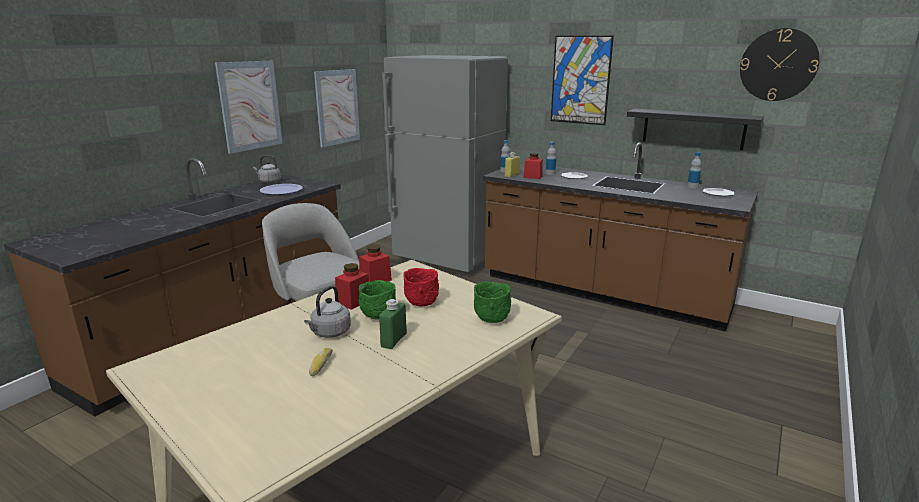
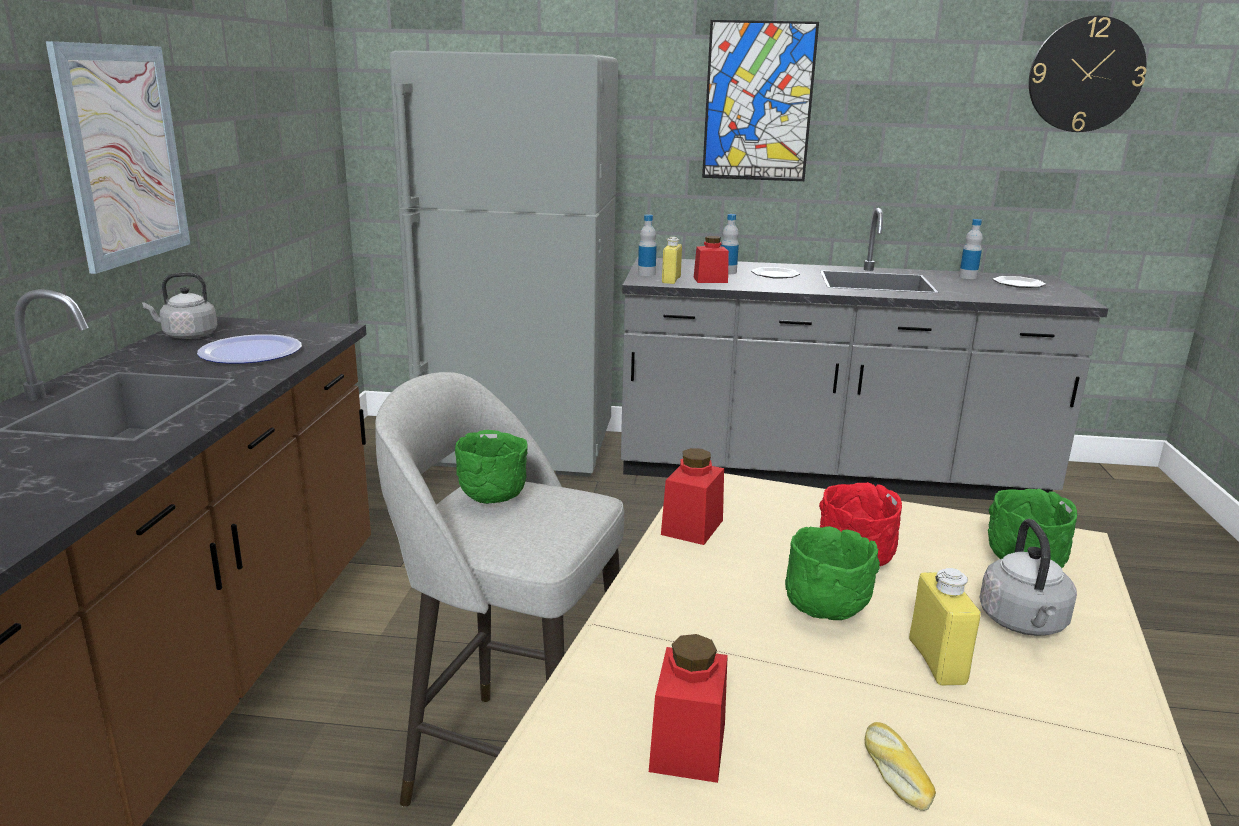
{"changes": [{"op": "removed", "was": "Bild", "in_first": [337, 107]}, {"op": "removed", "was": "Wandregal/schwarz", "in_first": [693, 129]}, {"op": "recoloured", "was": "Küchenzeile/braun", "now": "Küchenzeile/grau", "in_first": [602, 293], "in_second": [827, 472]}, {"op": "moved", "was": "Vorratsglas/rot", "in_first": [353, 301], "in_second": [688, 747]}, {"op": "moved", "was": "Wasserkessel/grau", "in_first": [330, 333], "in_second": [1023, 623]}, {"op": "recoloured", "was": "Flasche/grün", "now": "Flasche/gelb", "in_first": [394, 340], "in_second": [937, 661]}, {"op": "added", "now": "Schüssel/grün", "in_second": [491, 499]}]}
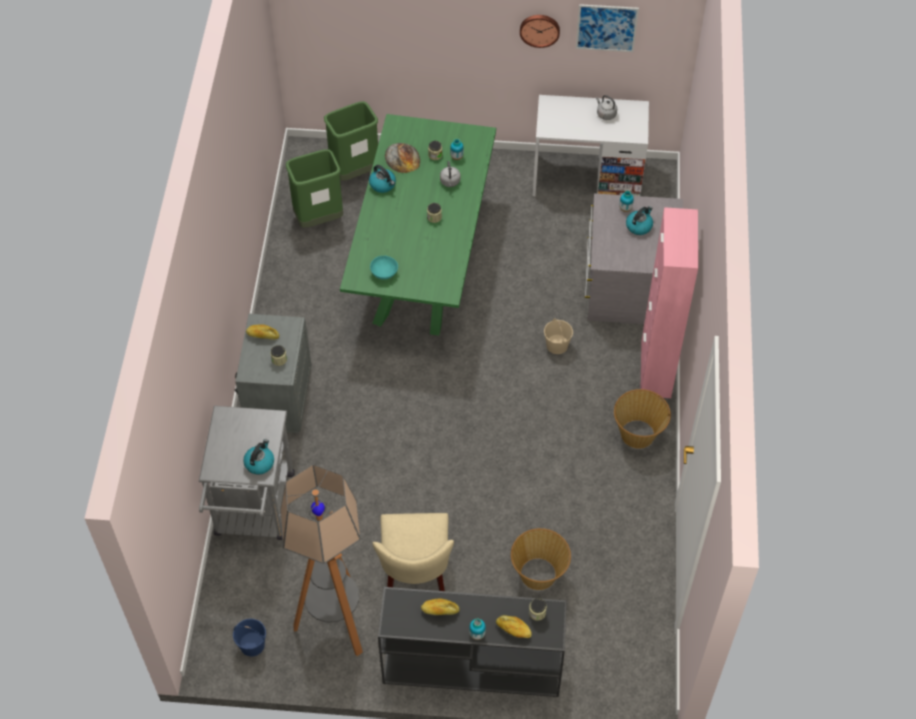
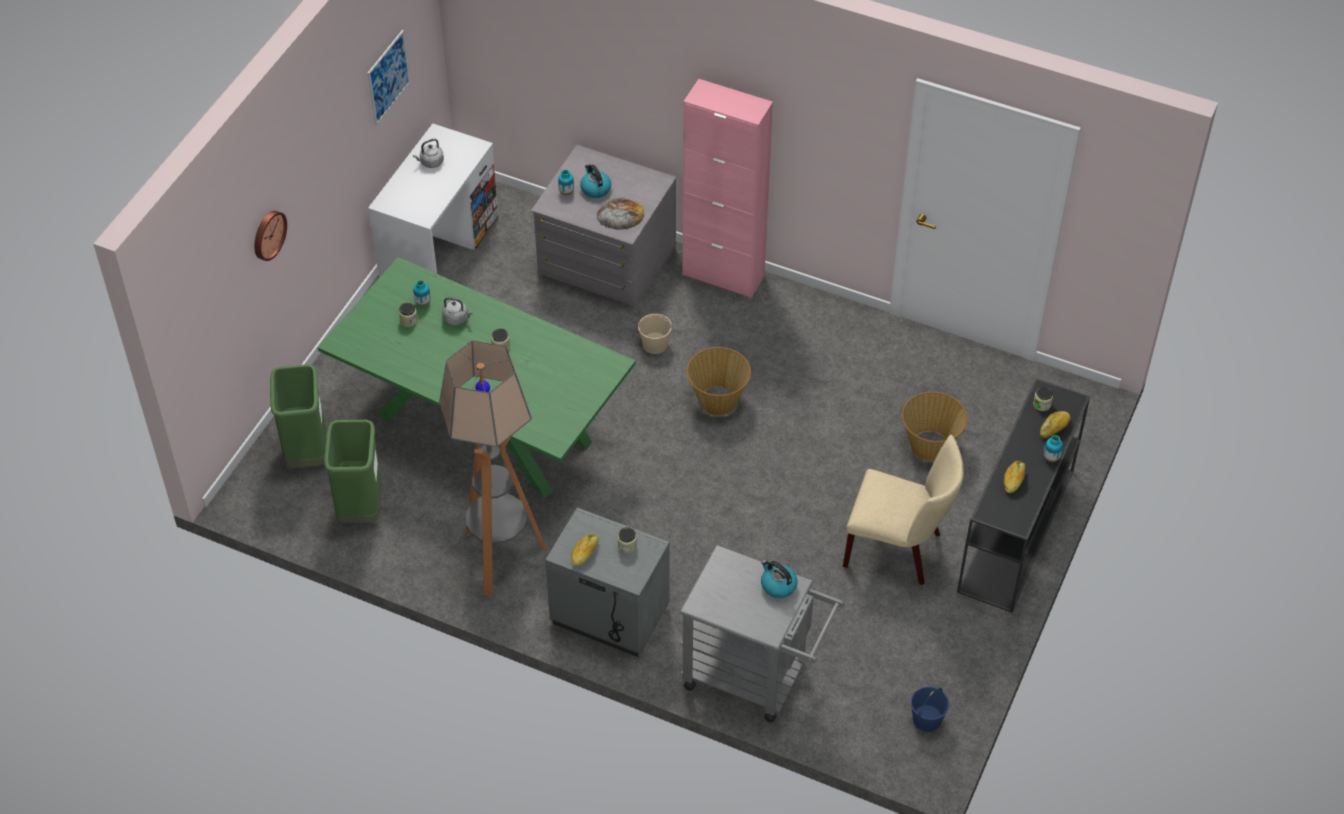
{"changes": [{"op": "moved", "was": "Wanduhr", "in_first": [539, 29], "in_second": [268, 234]}, {"op": "moved", "was": "Brot", "in_first": [402, 158], "in_second": [620, 214]}, {"op": "removed", "was": "Wasserkessel", "in_first": [383, 185]}, {"op": "removed", "was": "Schüssel/türkis", "in_first": [384, 272]}, {"op": "moved", "was": "Korb", "in_first": [638, 433], "in_second": [718, 400]}, {"op": "moved", "was": "Stehlampe", "in_first": [335, 623], "in_second": [500, 558]}]}
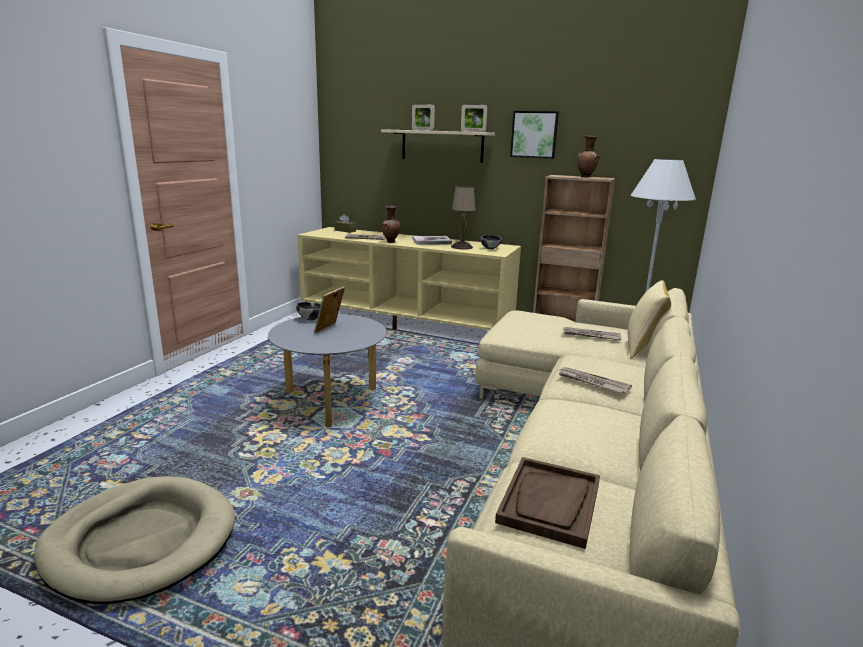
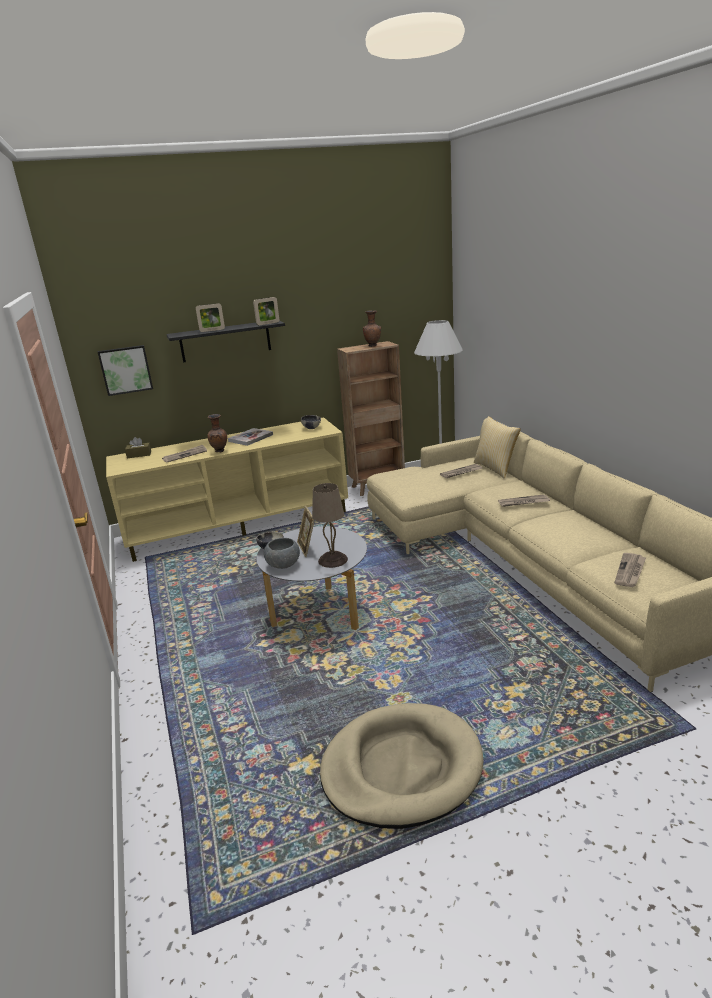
{"changes": [{"op": "moved", "was": "Bild", "in_first": [534, 134], "in_second": [125, 370]}, {"op": "recoloured", "was": "Wandregal/beige", "now": "Wandregal/schwarz", "in_first": [442, 146], "in_second": [225, 341]}, {"op": "moved", "was": "Tischlampe/beige", "in_first": [462, 247], "in_second": [333, 560]}, {"op": "replaced", "was": "Tablett/braun", "now": "Zeitung", "in_first": [550, 502], "in_second": [630, 571]}, {"op": "added", "now": "Schüssel/grau", "in_second": [283, 565]}]}
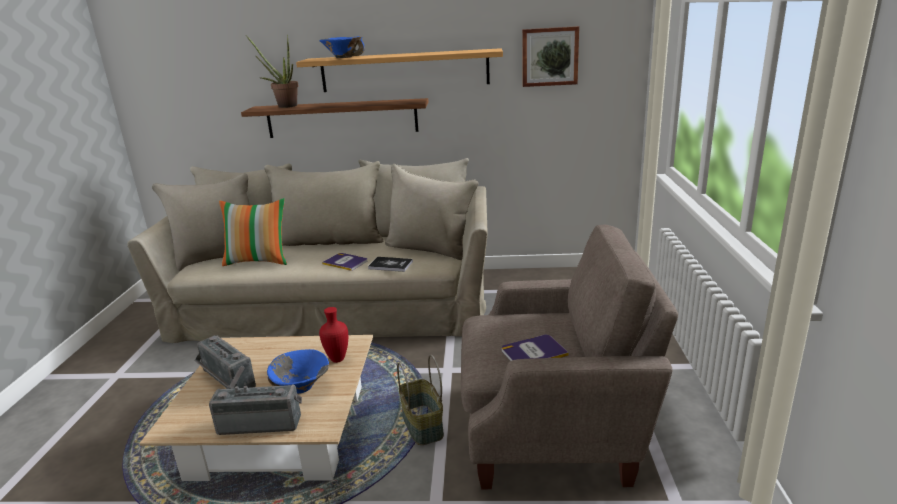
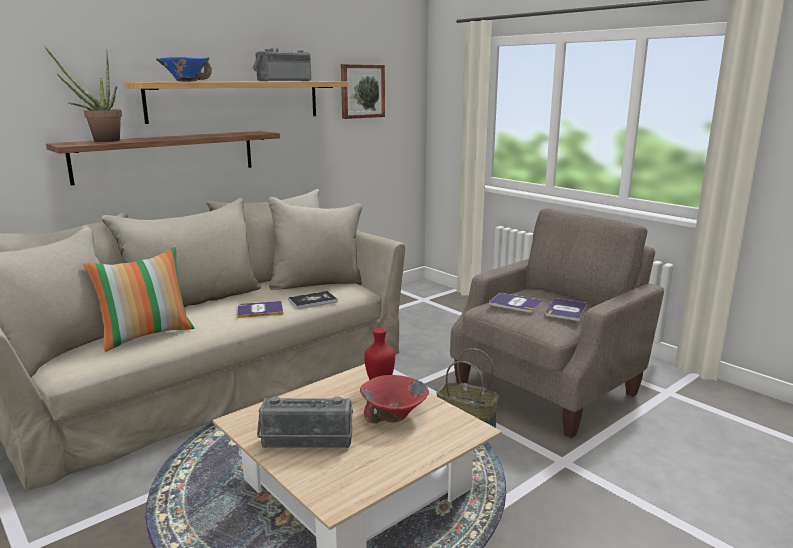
{"changes": [{"op": "recoloured", "was": "Schüssel/blau", "now": "Schüssel/rot", "in_first": [301, 388], "in_second": [394, 416]}, {"op": "moved", "was": "Radio", "in_first": [261, 422], "in_second": [283, 81]}, {"op": "added", "now": "Buch", "in_second": [515, 304]}]}
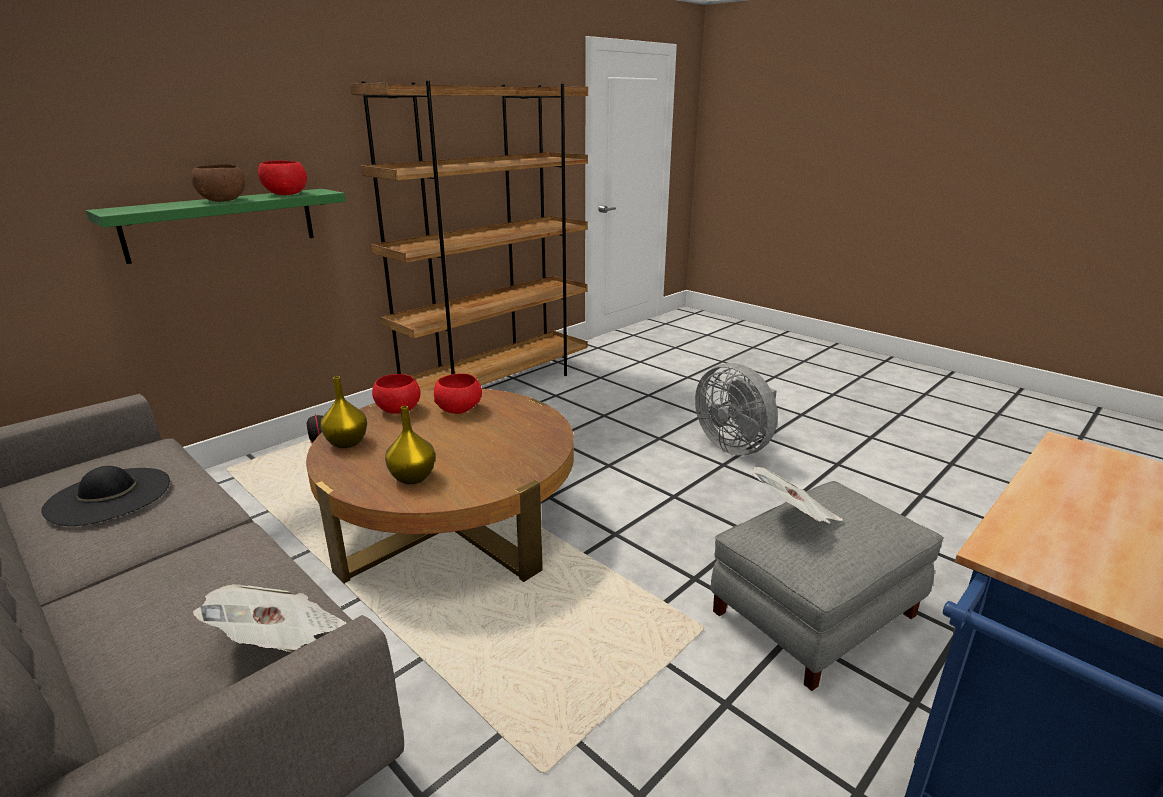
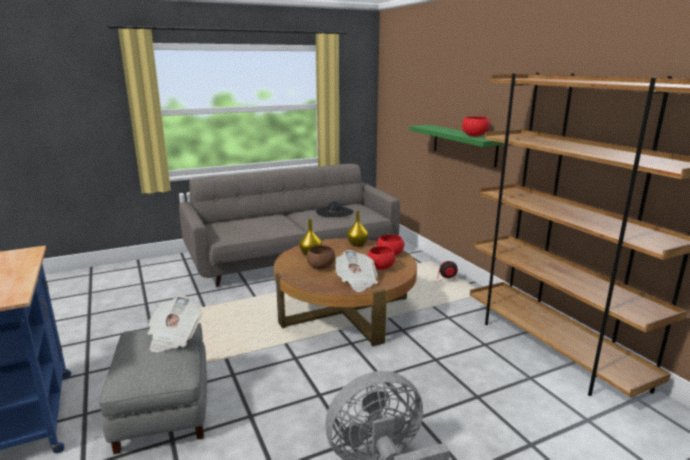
{"changes": [{"op": "moved", "was": "Schüssel/braun", "in_first": [223, 200], "in_second": [321, 267]}, {"op": "moved", "was": "Zeitung", "in_first": [281, 641], "in_second": [356, 282]}]}
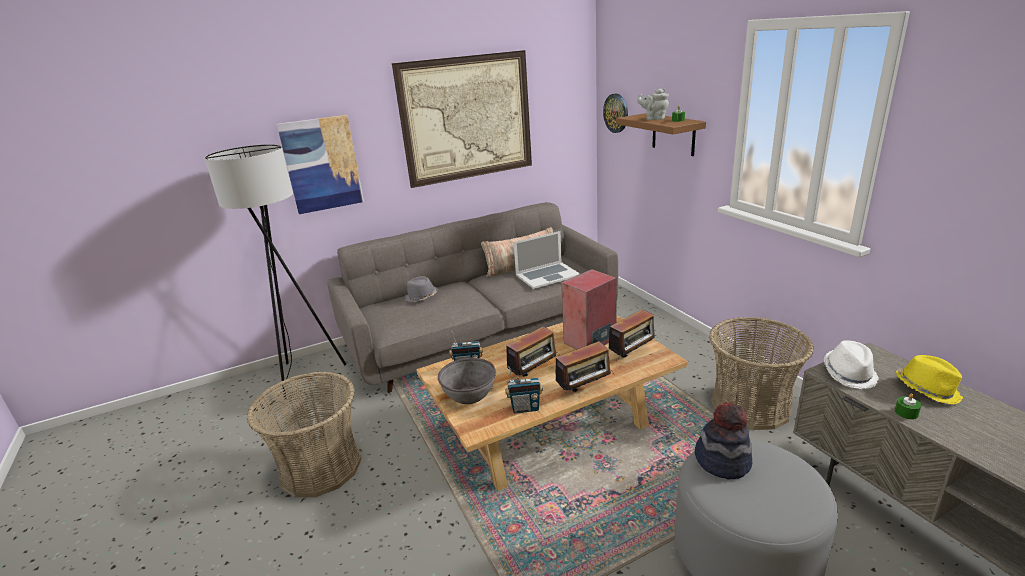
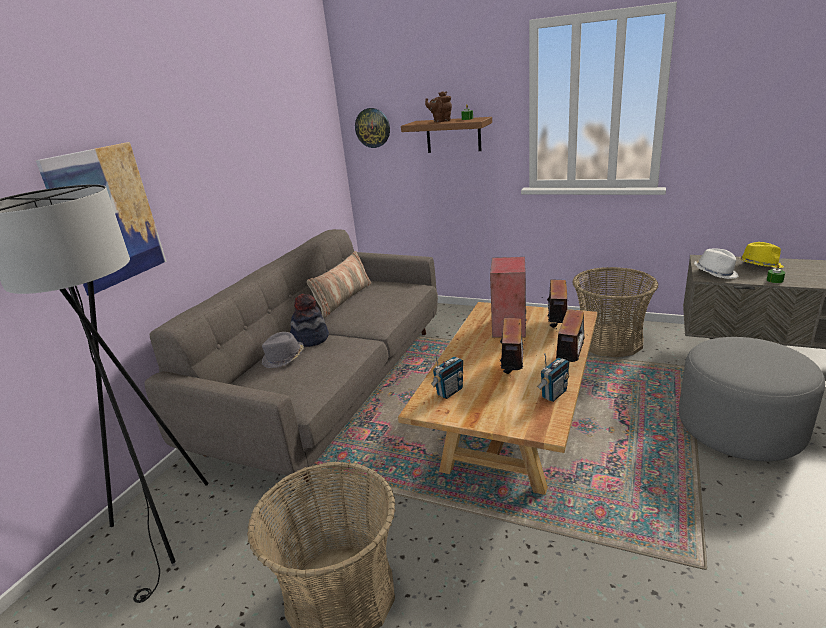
{"changes": [{"op": "removed", "was": "Bild", "in_first": [467, 118]}, {"op": "recoloured", "was": "Teekanne/grau", "now": "Teekanne/braun", "in_first": [654, 118], "in_second": [440, 121]}, {"op": "removed", "was": "Laptop", "in_first": [547, 275]}, {"op": "removed", "was": "Schüssel/grau", "in_first": [469, 395]}, {"op": "moved", "was": "Hut", "in_first": [722, 461], "in_second": [310, 339]}]}
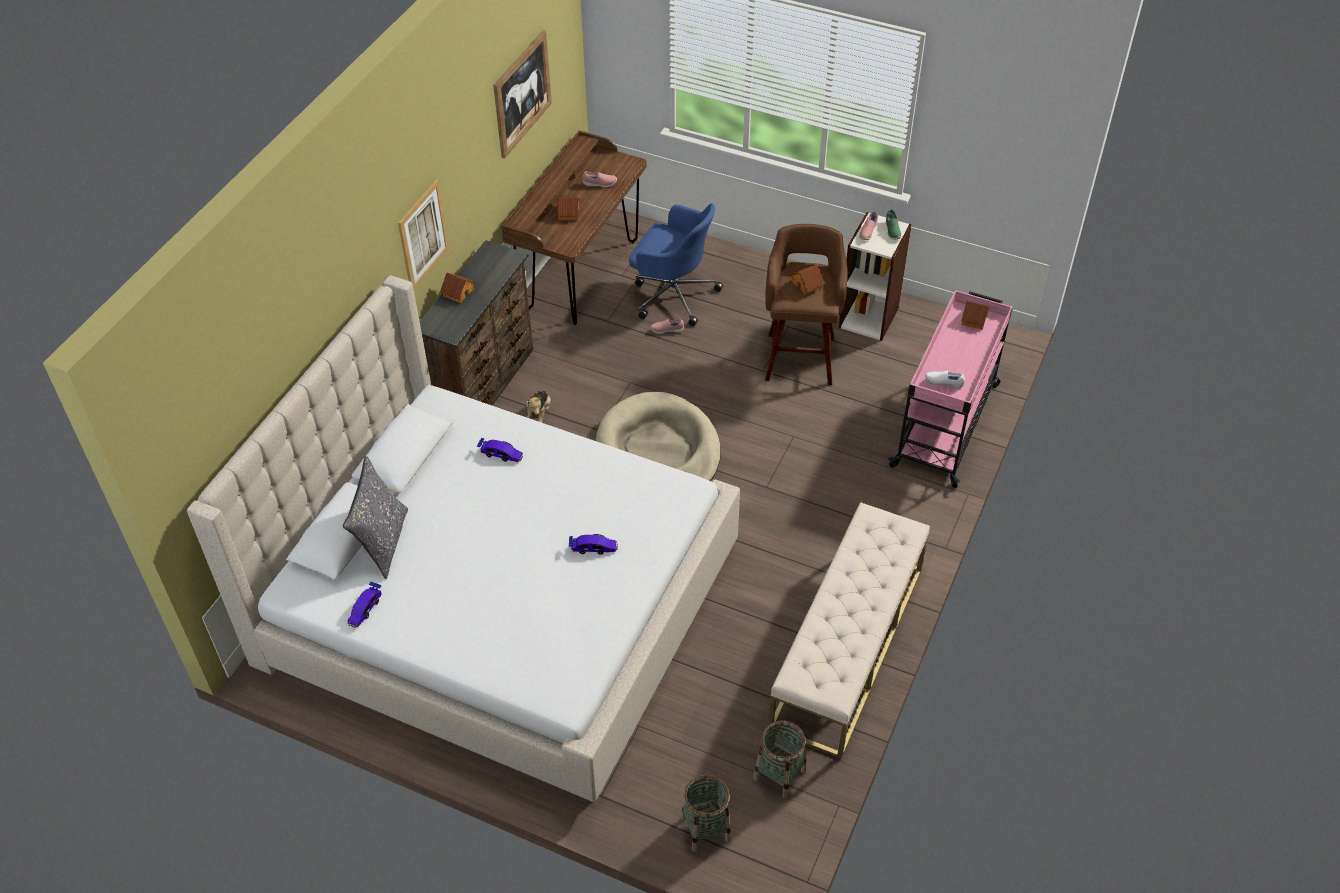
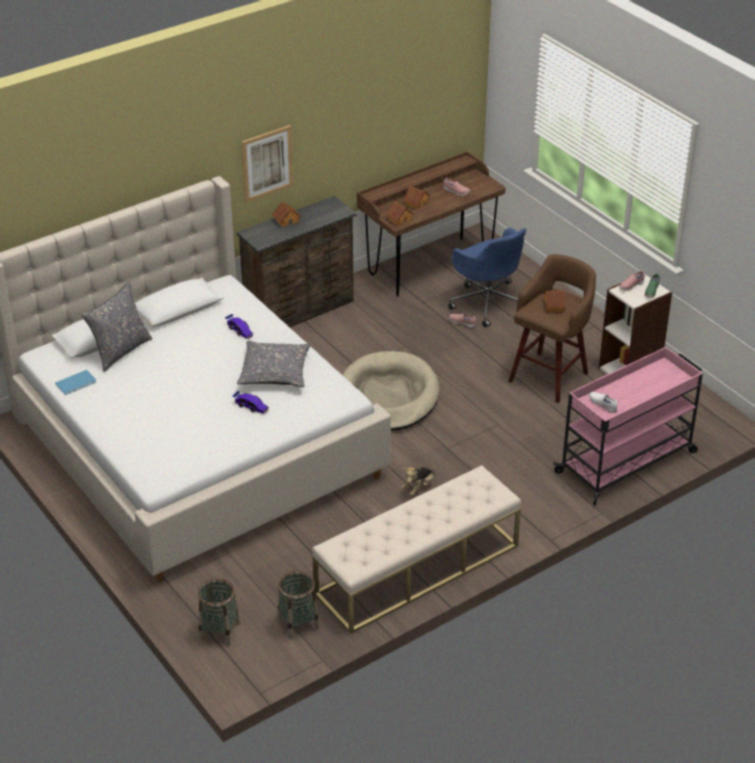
{"changes": [{"op": "removed", "was": "Bild", "in_first": [522, 94]}, {"op": "moved", "was": "Spielzeughaus", "in_first": [973, 319], "in_second": [400, 219]}, {"op": "moved", "was": "Plüschtier", "in_first": [539, 414], "in_second": [418, 487]}, {"op": "replaced", "was": "Spielzeugauto", "now": "Buch/blau", "in_first": [365, 609], "in_second": [77, 383]}, {"op": "added", "now": "Kissen/grau", "in_second": [275, 373]}]}
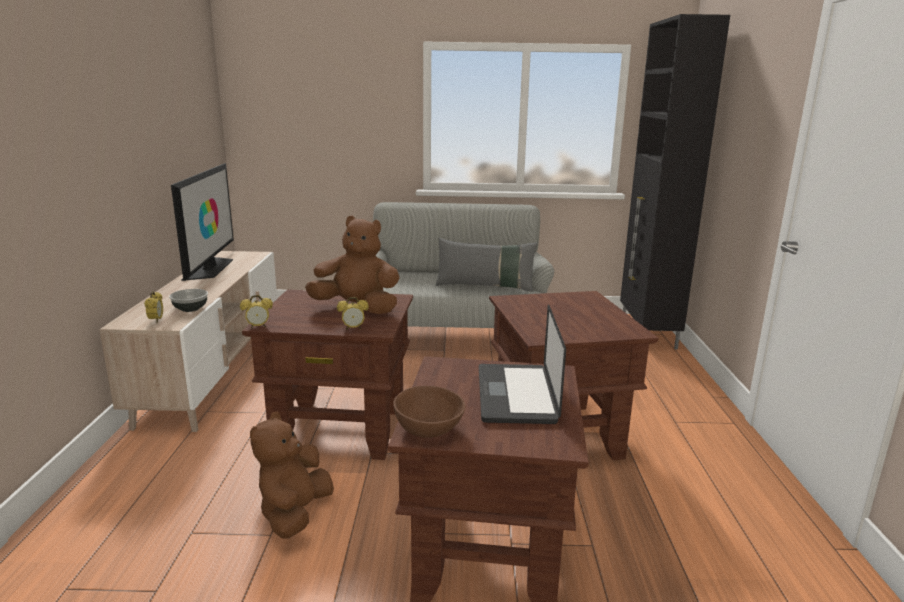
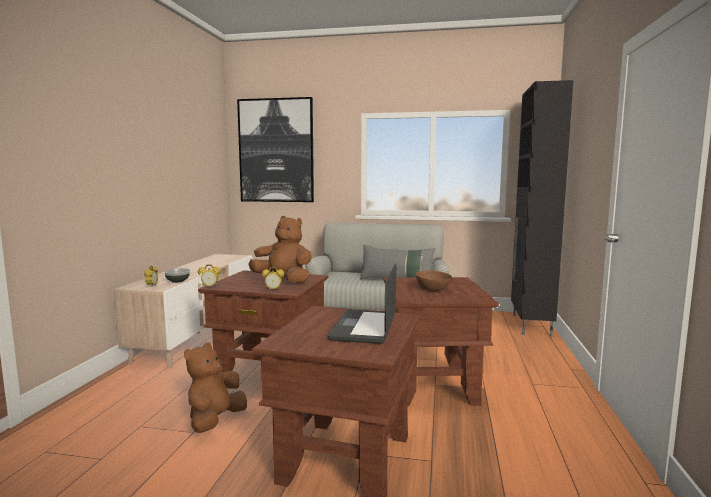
{"changes": [{"op": "removed", "was": "Fernseher", "in_first": [210, 268]}, {"op": "moved", "was": "Schüssel/braun", "in_first": [427, 428], "in_second": [432, 289]}, {"op": "added", "now": "Bild", "in_second": [276, 151]}]}
